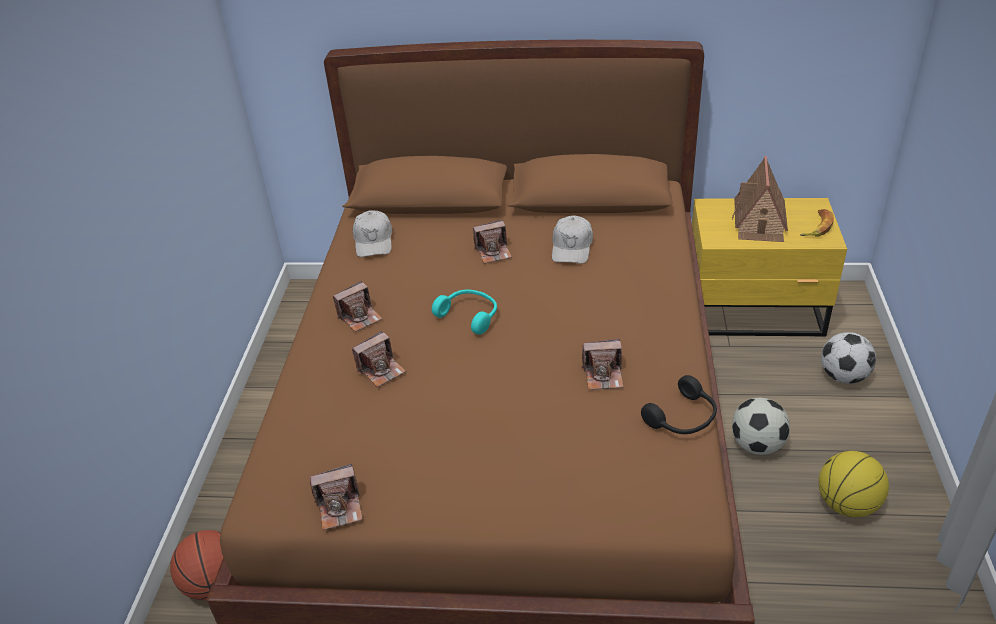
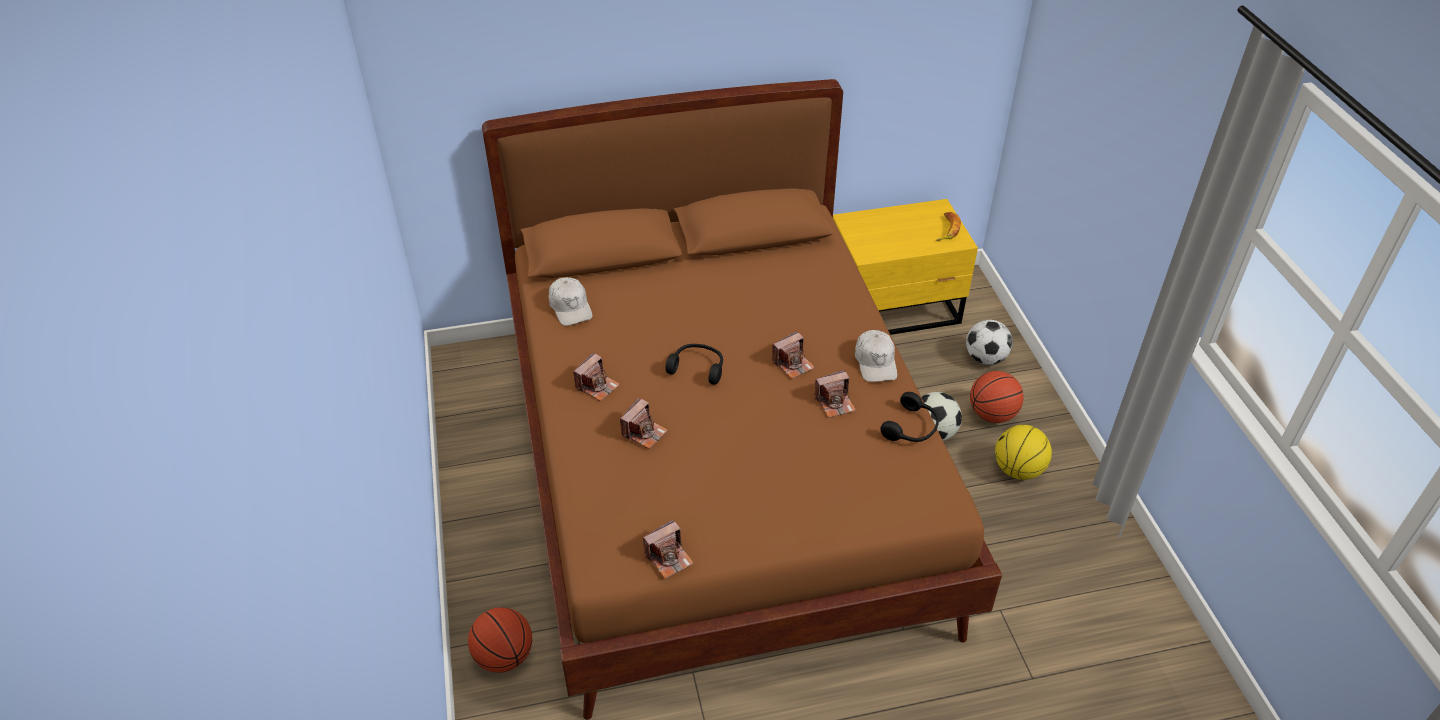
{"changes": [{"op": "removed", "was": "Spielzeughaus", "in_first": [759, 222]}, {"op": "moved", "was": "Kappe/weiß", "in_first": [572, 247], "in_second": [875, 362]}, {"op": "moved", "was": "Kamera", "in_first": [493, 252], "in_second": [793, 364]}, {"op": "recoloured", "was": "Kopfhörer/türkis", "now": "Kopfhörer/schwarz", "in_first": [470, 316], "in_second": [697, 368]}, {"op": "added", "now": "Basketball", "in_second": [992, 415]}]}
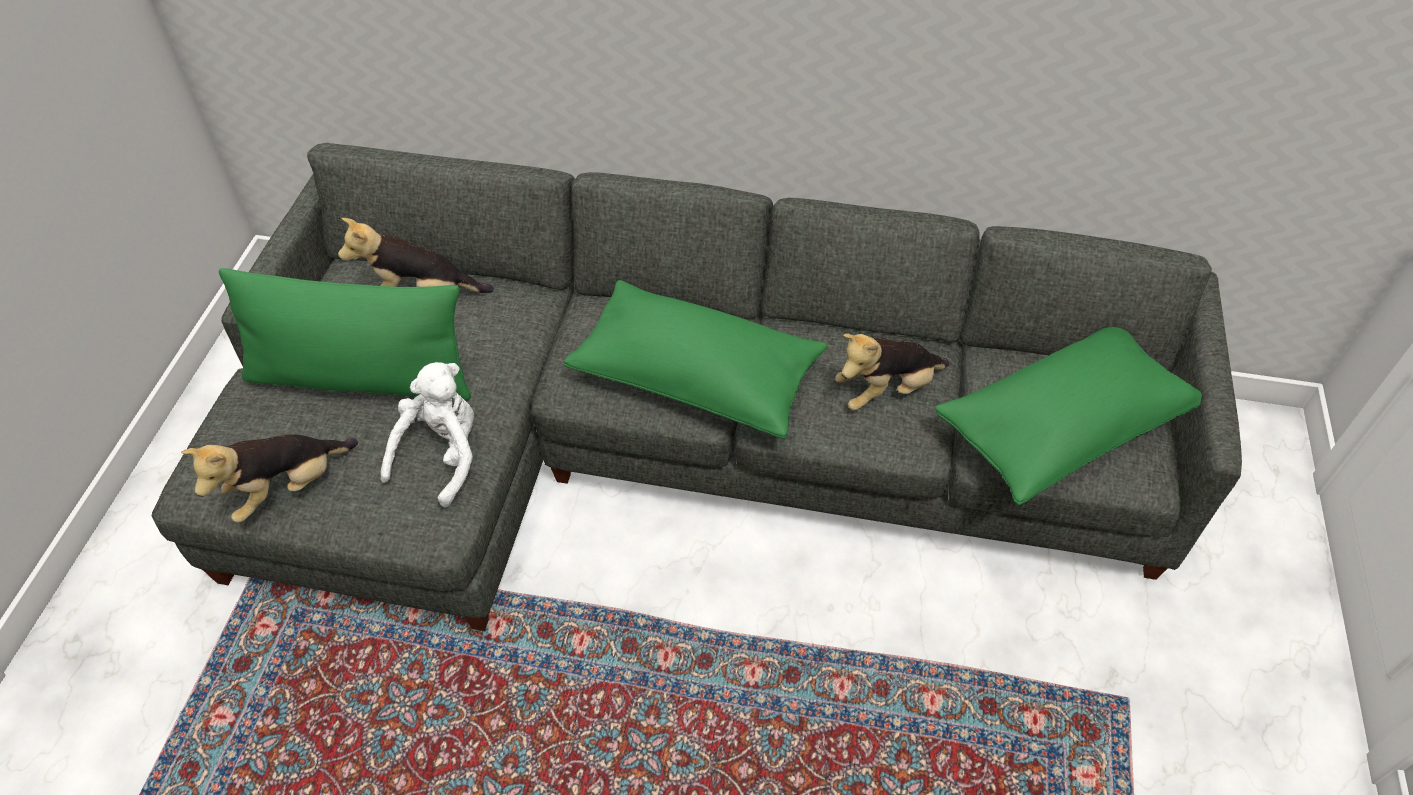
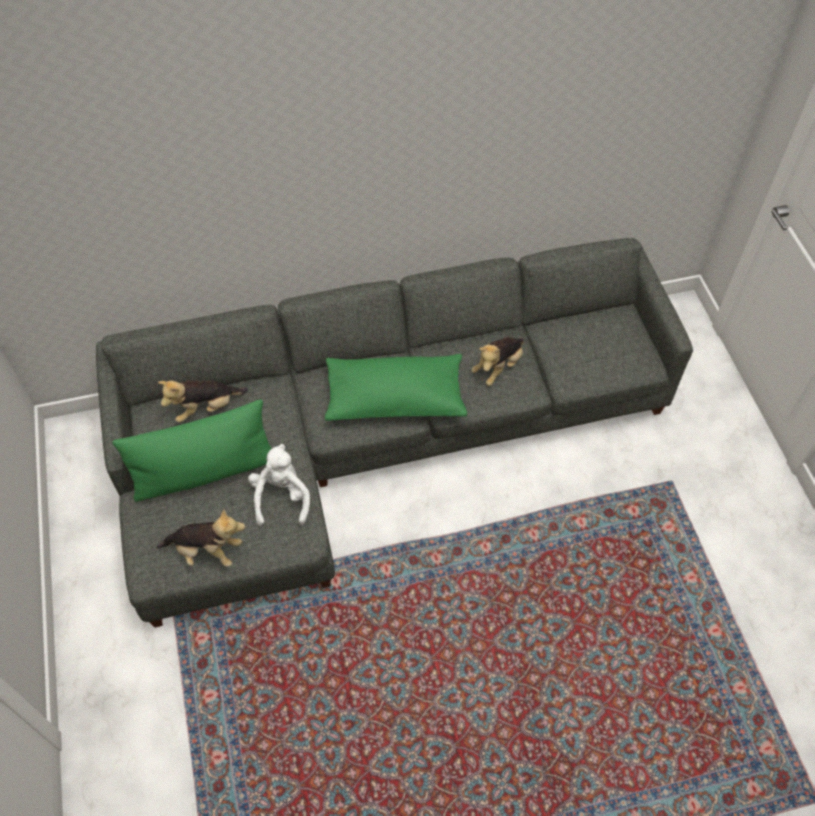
{"changes": [{"op": "removed", "was": "Kissen/grün", "in_first": [1061, 427]}, {"op": "turned", "was": "Plüschtier", "in_first": [287, 488], "in_second": [206, 551], "clockwise": -105}]}
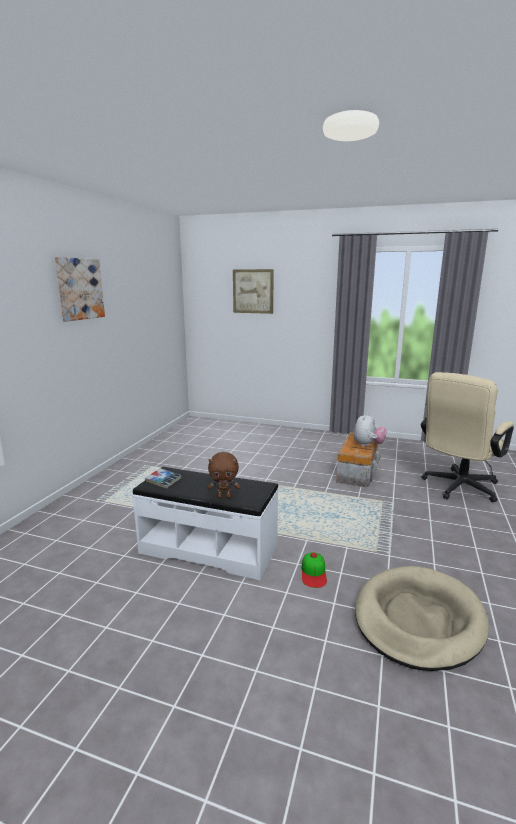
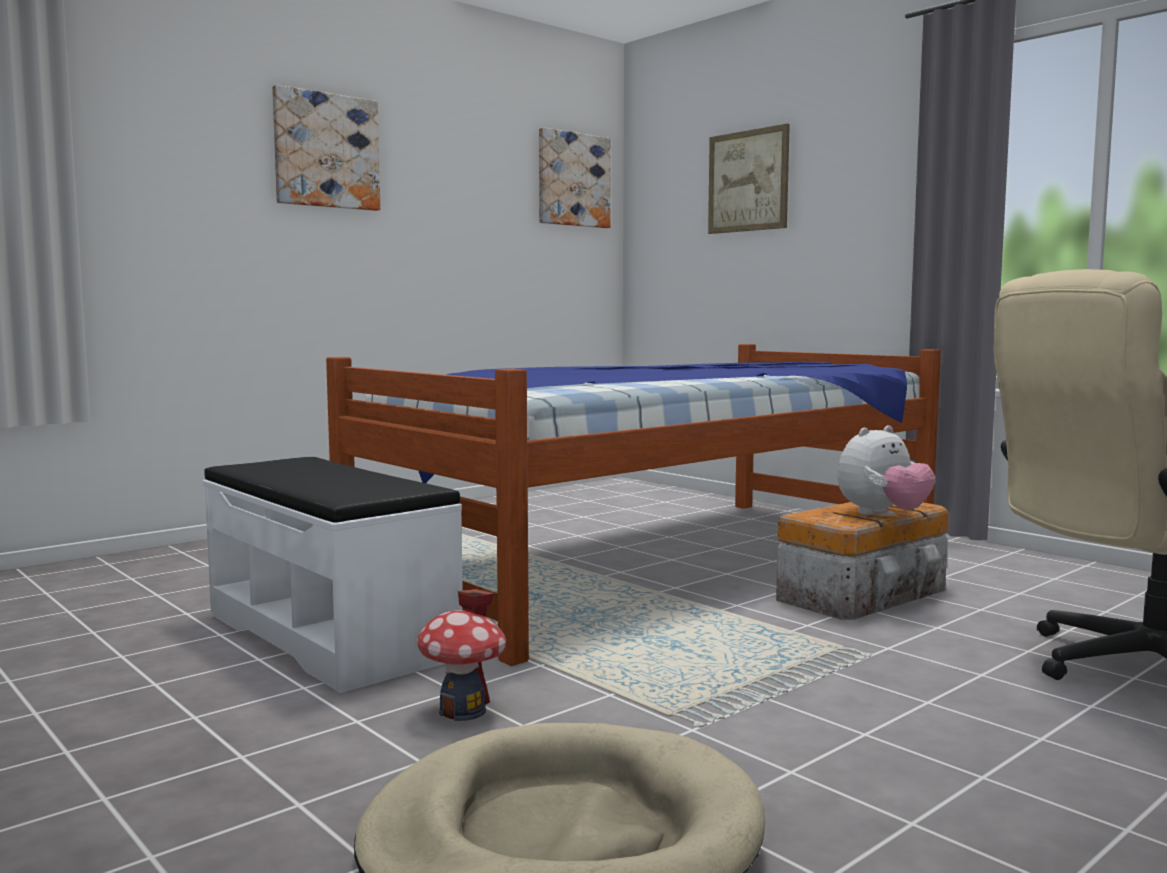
{"changes": [{"op": "removed", "was": "Plüschtier/braun", "in_first": [224, 497]}, {"op": "removed", "was": "Buch", "in_first": [163, 481]}, {"op": "replaced", "was": "Kappe", "now": "Spielzeughaus", "in_first": [314, 573], "in_second": [463, 711]}, {"op": "added", "now": "Bild", "in_second": [573, 180]}, {"op": "added", "now": "Bett", "in_second": [658, 561]}]}
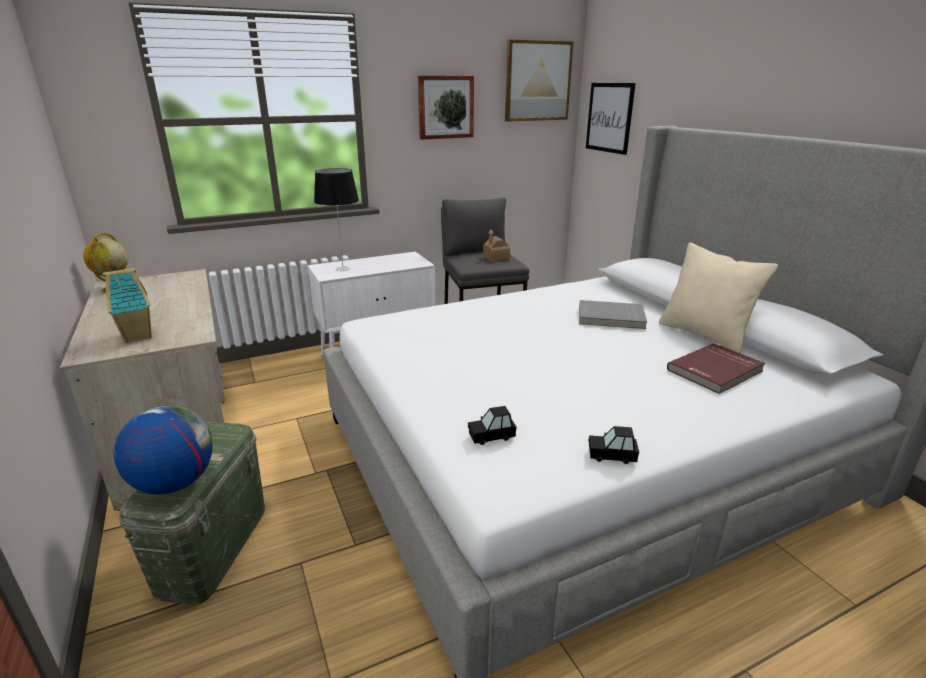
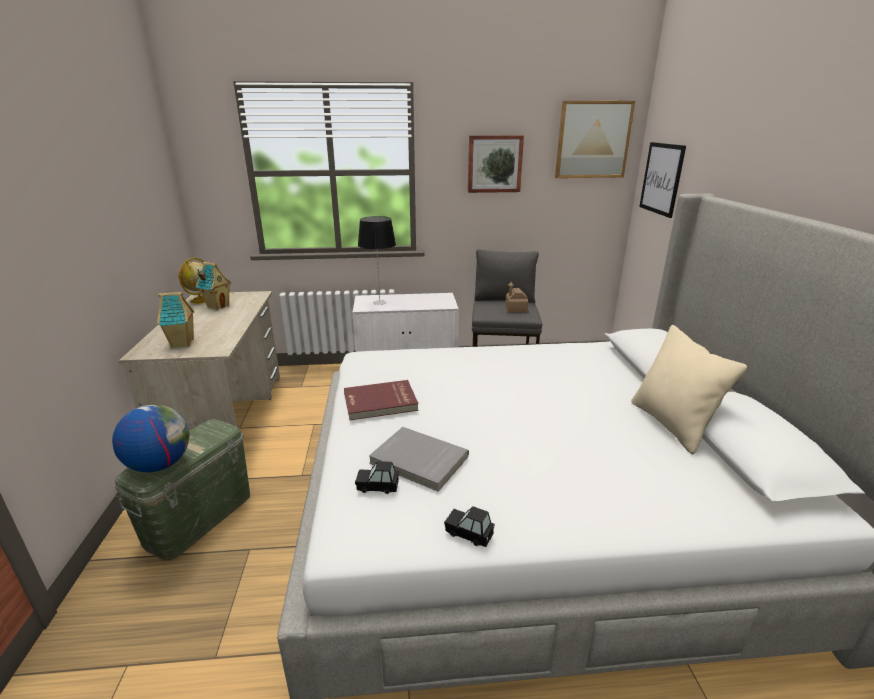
{"changes": [{"op": "moved", "was": "Buch/grau", "in_first": [611, 317], "in_second": [418, 461]}, {"op": "moved", "was": "Buch/rot", "in_first": [716, 371], "in_second": [380, 403]}, {"op": "added", "now": "Spielzeughaus", "in_second": [218, 306]}]}
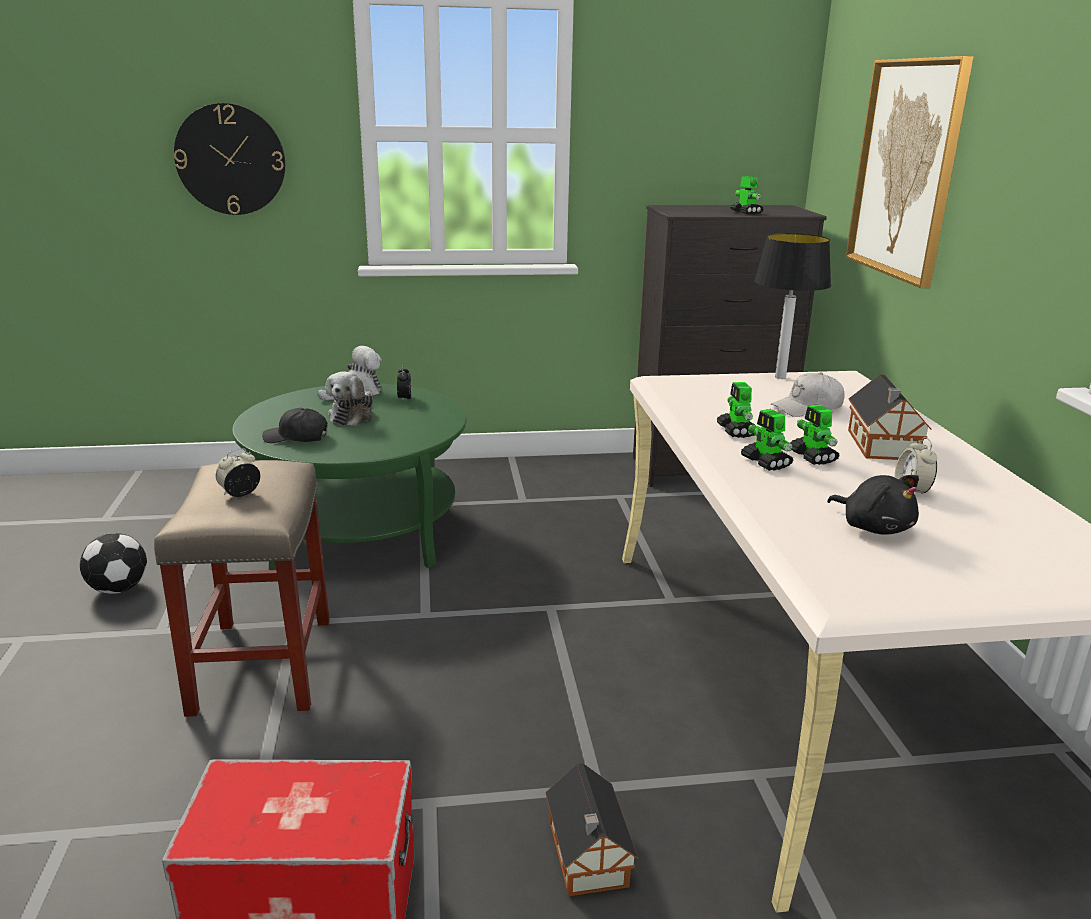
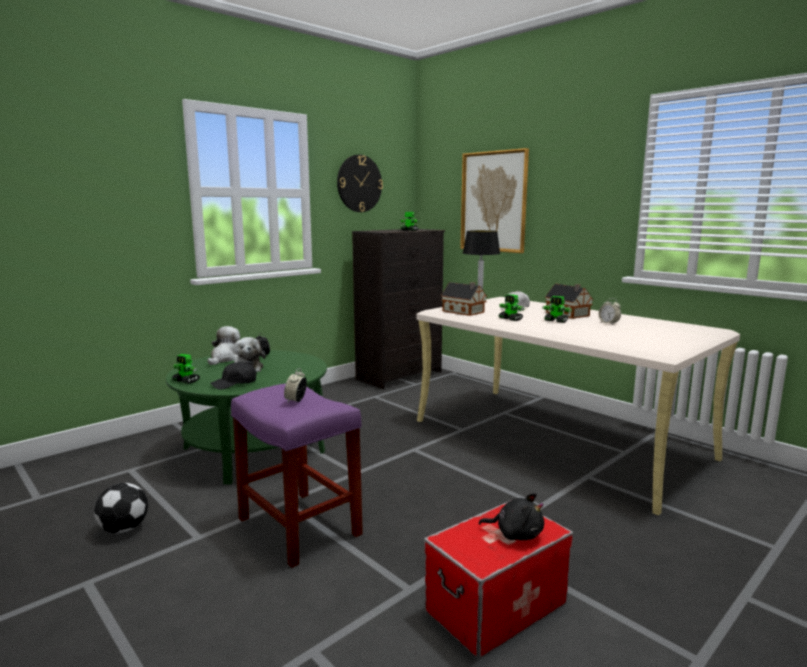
{"changes": [{"op": "moved", "was": "Wanduhr", "in_first": [230, 159], "in_second": [359, 183]}, {"op": "moved", "was": "Spielzeugroboter", "in_first": [766, 463], "in_second": [186, 381]}, {"op": "recoloured", "was": "Hocker/beige", "now": "Hocker/lila", "in_first": [263, 666], "in_second": [300, 527]}, {"op": "moved", "was": "Plüschtier/schwarz", "in_first": [874, 527], "in_second": [516, 534]}, {"op": "moved", "was": "Spielzeughaus", "in_first": [588, 858], "in_second": [464, 312]}]}
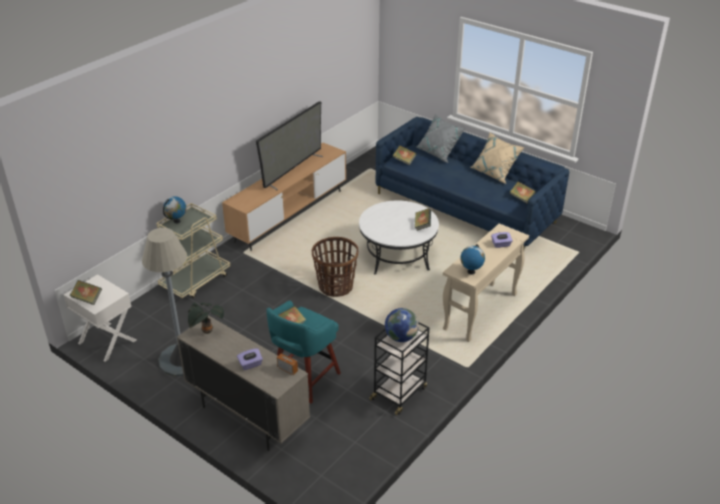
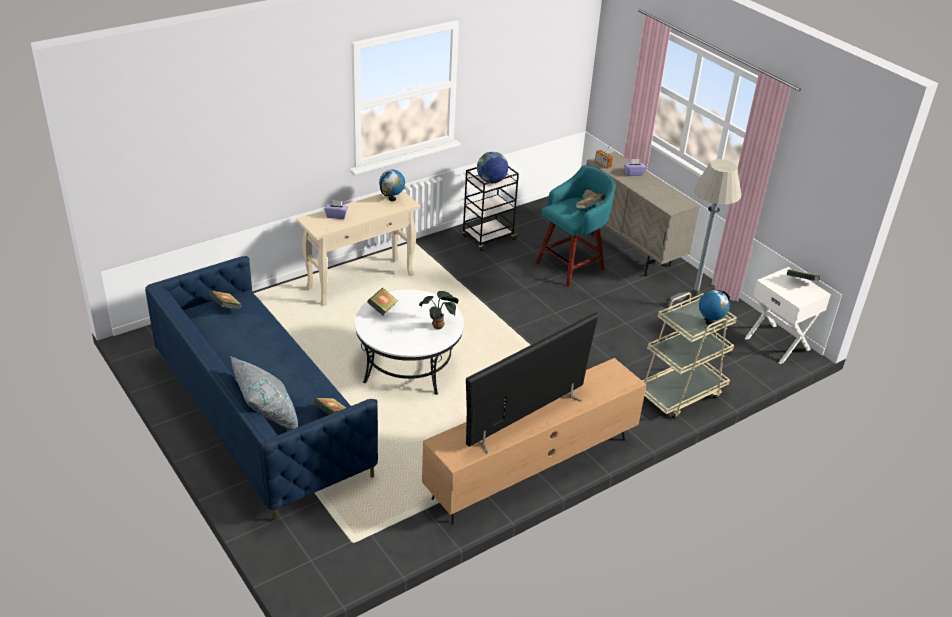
{"changes": [{"op": "removed", "was": "Kissen/beige", "in_first": [494, 173]}, {"op": "removed", "was": "Korb", "in_first": [335, 286]}, {"op": "moved", "was": "Topfpflanze", "in_first": [206, 331], "in_second": [439, 326]}]}
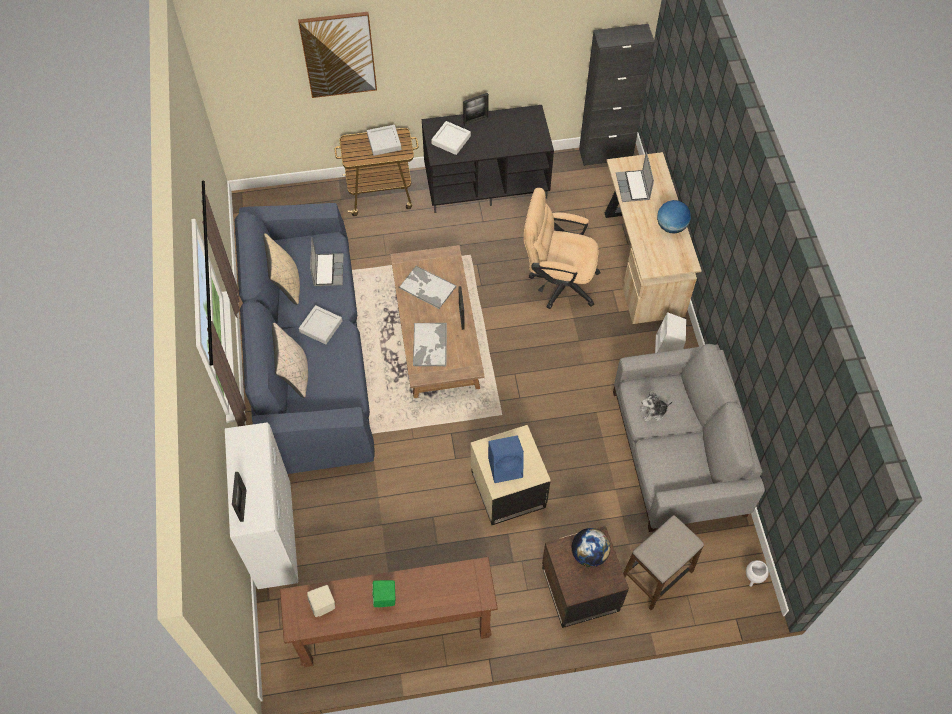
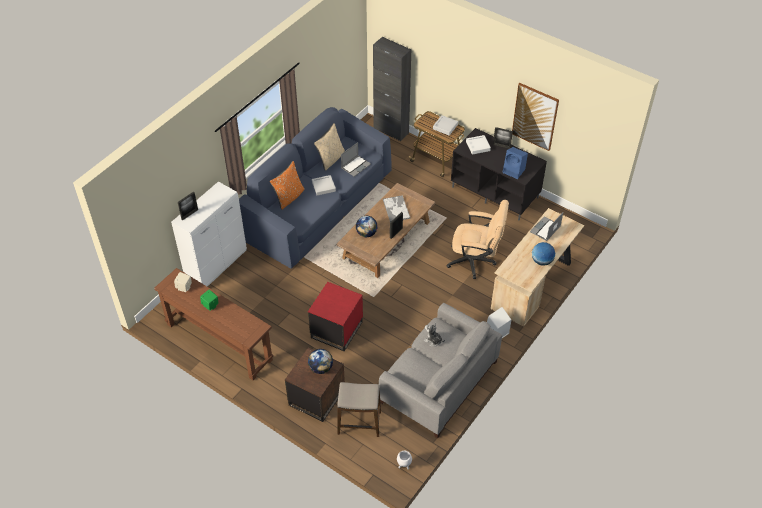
{"changes": [{"op": "moved", "was": "Bild", "in_first": [339, 54], "in_second": [535, 116]}, {"op": "moved", "was": "Schrank/schwarz", "in_first": [605, 154], "in_second": [391, 130]}, {"op": "turned", "was": "Bürostuhl/beige", "in_first": [558, 282], "in_second": [475, 261], "clockwise": 135}, {"op": "recoloured", "was": "Kissen/beige", "now": "Kissen/orange", "in_first": [294, 374], "in_second": [289, 197]}, {"op": "replaced", "was": "Tablett", "now": "Globus", "in_first": [430, 345], "in_second": [366, 233]}, {"op": "recoloured", "was": "Beistelltisch/beige", "now": "Beistelltisch/rot", "in_first": [507, 489], "in_second": [336, 329]}, {"op": "moved", "was": "Lautsprecher/blau", "in_first": [506, 467], "in_second": [514, 171]}]}
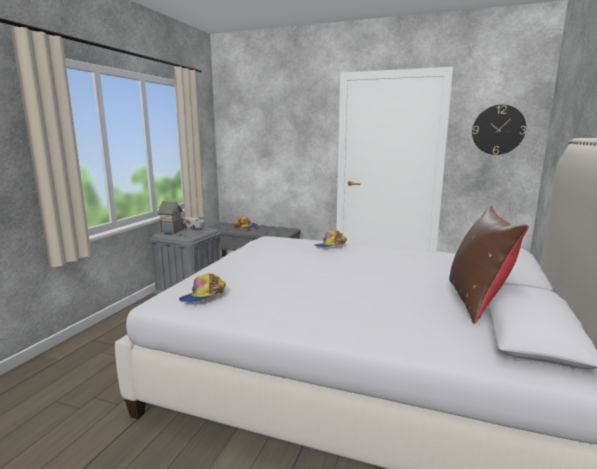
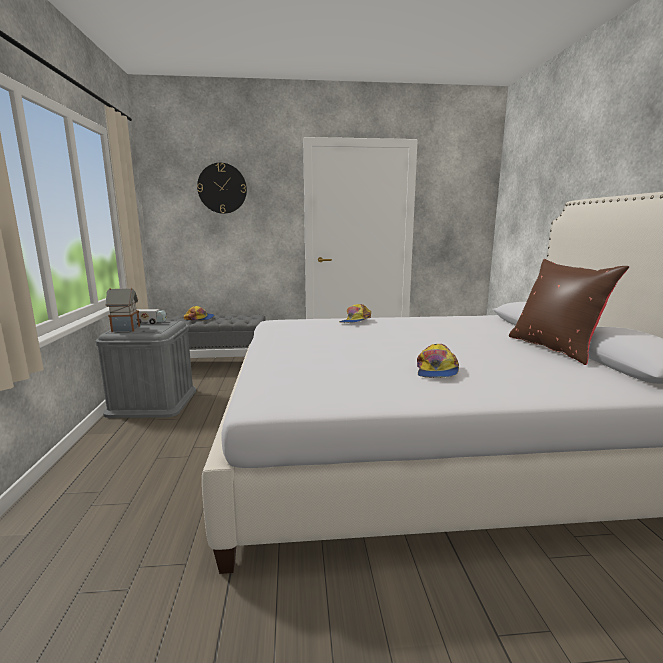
{"changes": [{"op": "moved", "was": "Wanduhr", "in_first": [498, 130], "in_second": [222, 188]}, {"op": "moved", "was": "Kappe", "in_first": [203, 296], "in_second": [436, 370]}]}
